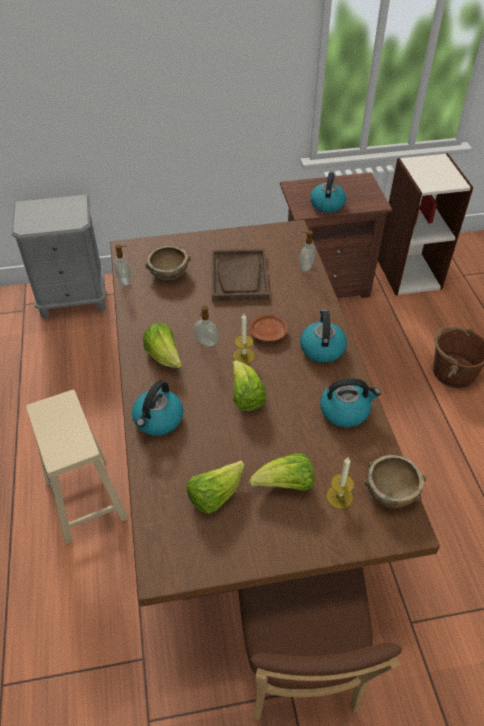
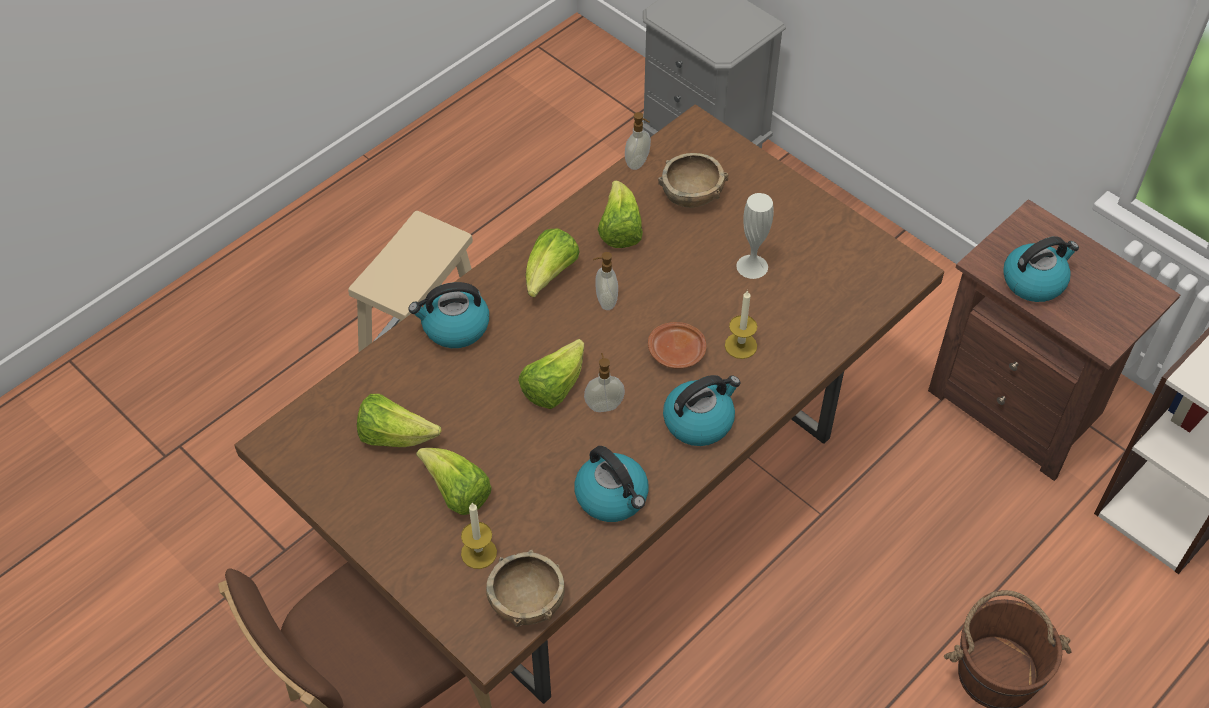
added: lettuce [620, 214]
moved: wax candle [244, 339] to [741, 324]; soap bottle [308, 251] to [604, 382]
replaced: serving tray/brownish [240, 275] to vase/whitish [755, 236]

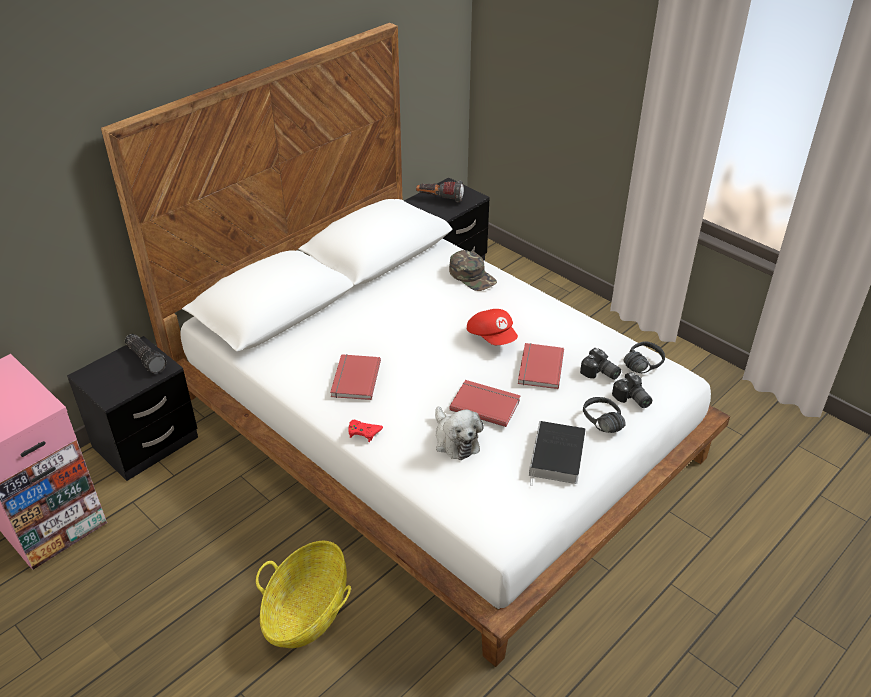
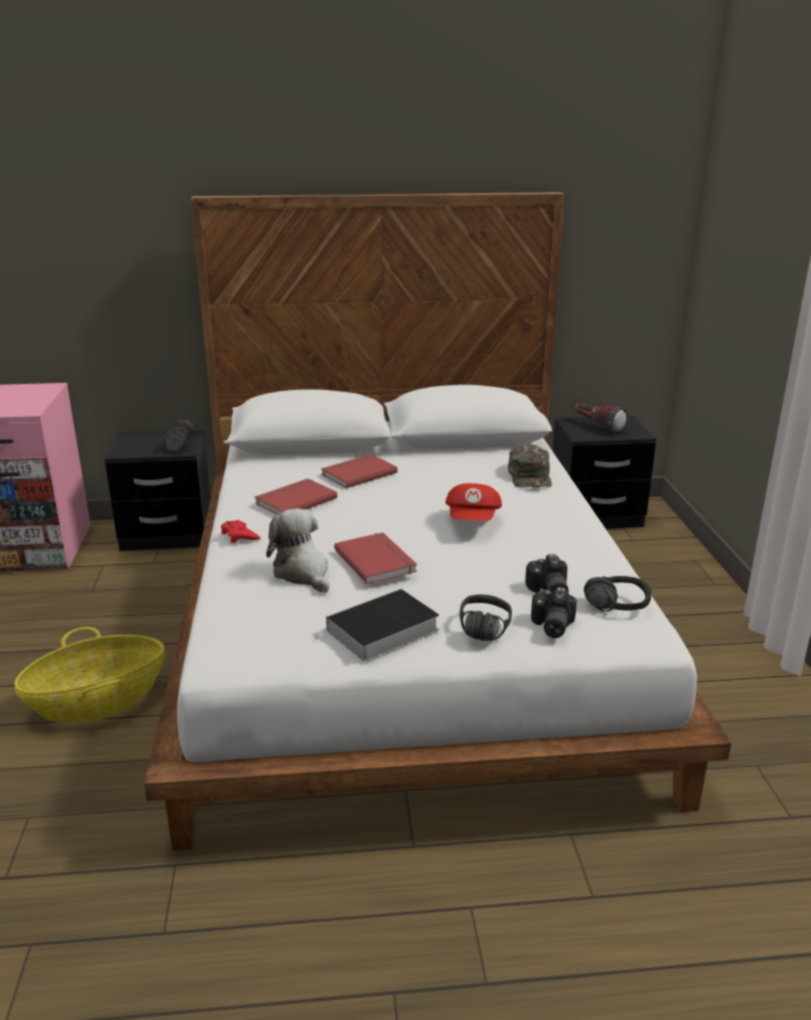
moved: bound book/reddish [541, 366] to [359, 471]
turned: cuddly toy [459, 433] = [297, 550] 135 degrees clockwise

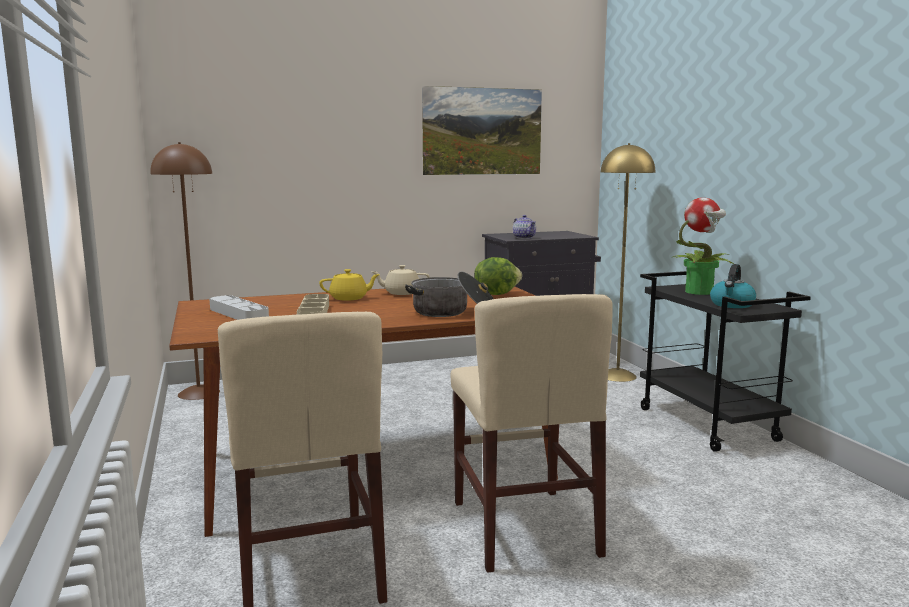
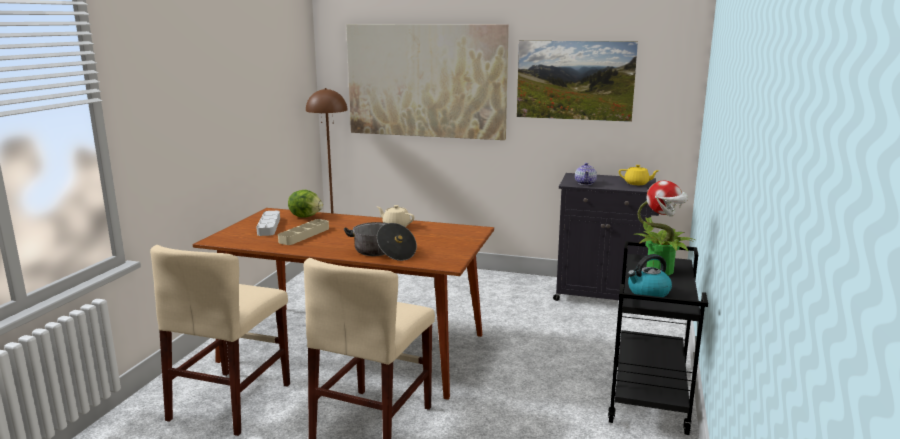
removed: standing lamp/yellowish [628, 262]
added: wall picture [427, 82]
moved: teapot/yellowish [349, 285] to [639, 175]; lettuce [498, 276] to [305, 204]

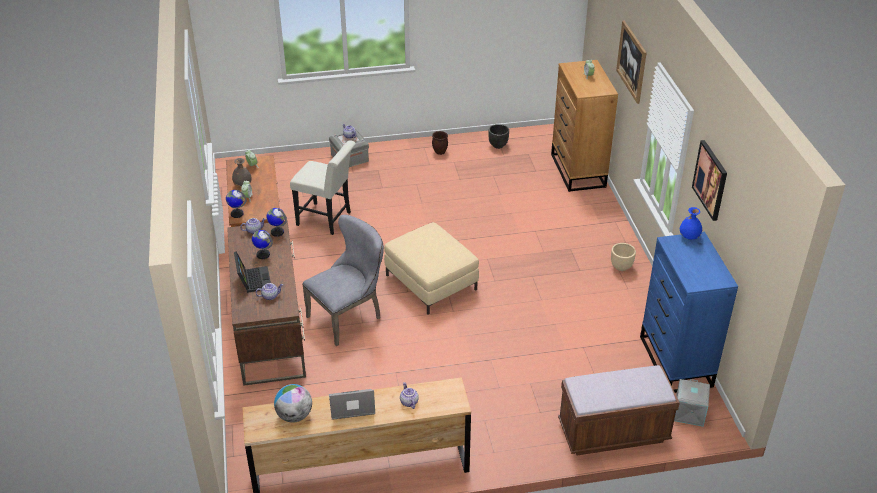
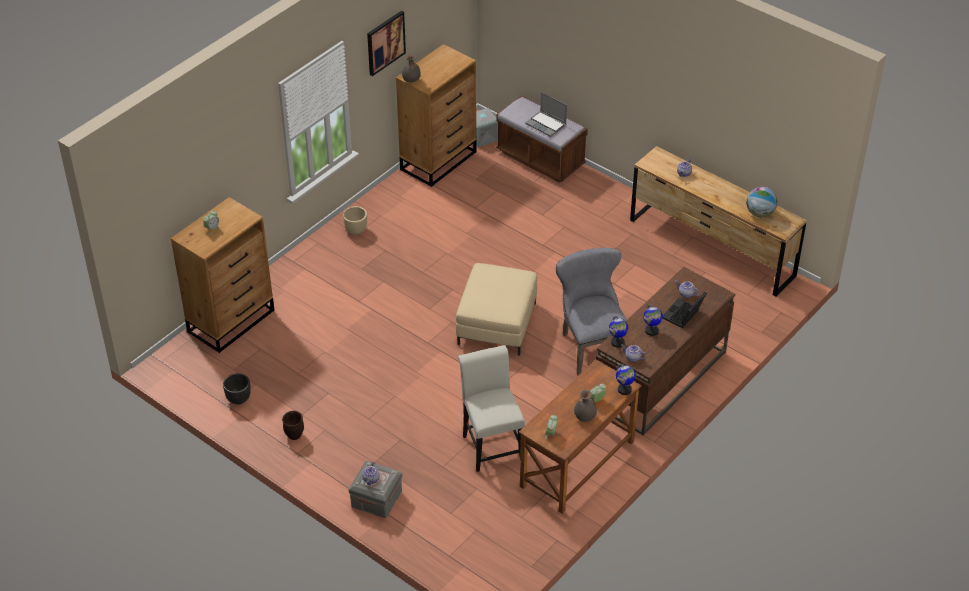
removed: wall picture [631, 62]
moved: notebook computer [352, 404] to [546, 114]
recoloured: chest of drawers/bluish [689, 312] to chest of drawers/brownish [436, 115]; vase/bluish [691, 223] to vase/greyish [411, 68]
turned: chair/greyish [343, 280] = [591, 312] 60 degrees clockwise

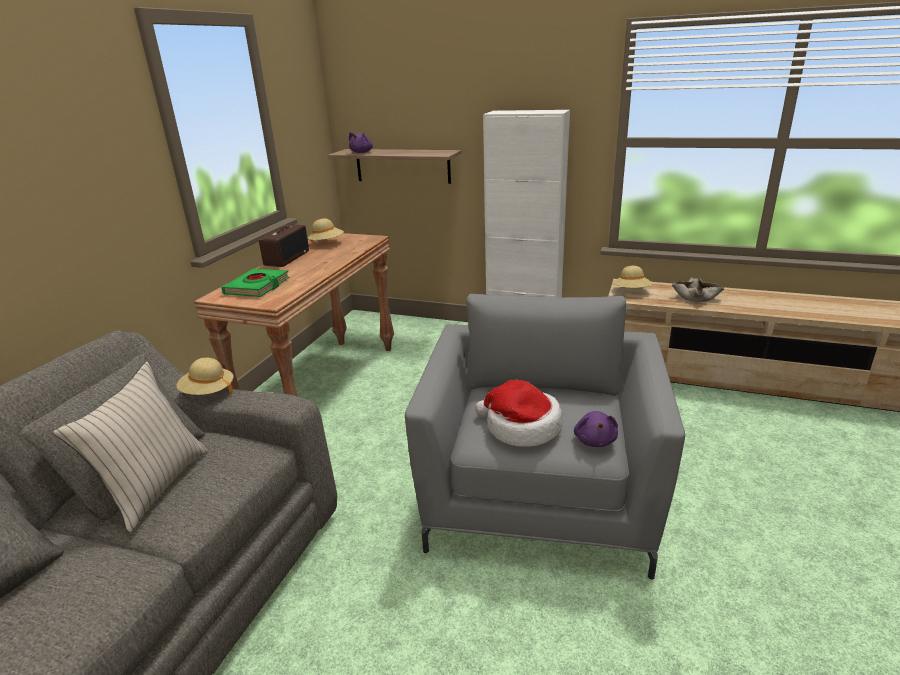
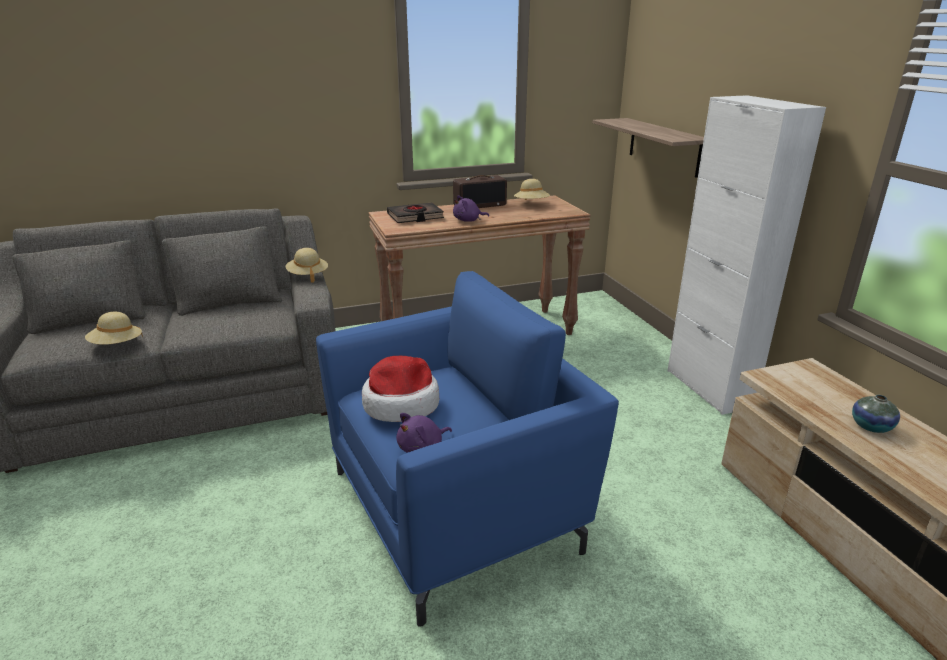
removed: throw pillow/sand-coloured [130, 447]
moved: cuddly toy/purple [361, 142] to [471, 208]; hat/sand-coloured [632, 277] to [114, 328]
replaced: bowl/sand-coloured [698, 290] to vase [876, 414]
recoloured: bound book/greenish [255, 282] to bound book/black [415, 212]; easy chair/greyish [545, 437] to easy chair/bluish [467, 449]

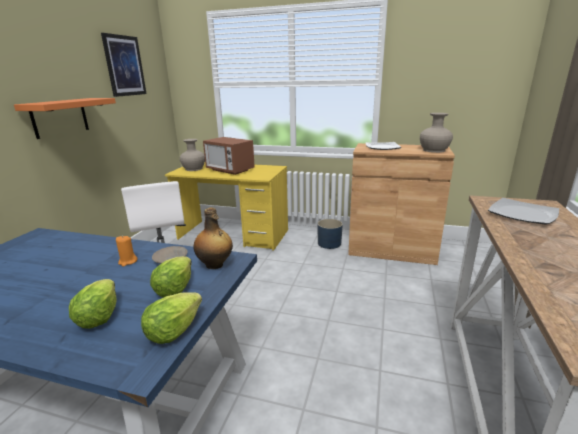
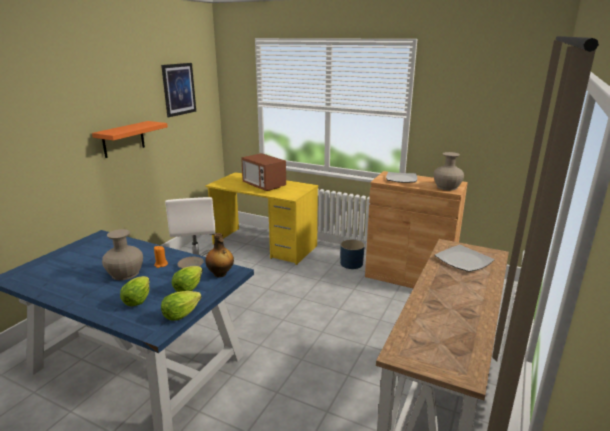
moved: vase/sand-coloured [192, 155] to [122, 254]

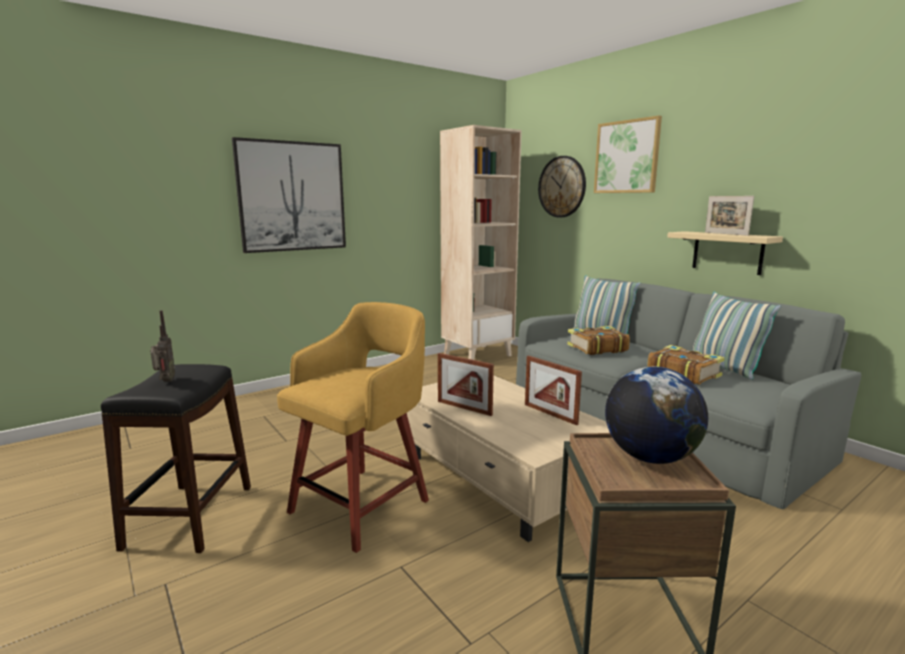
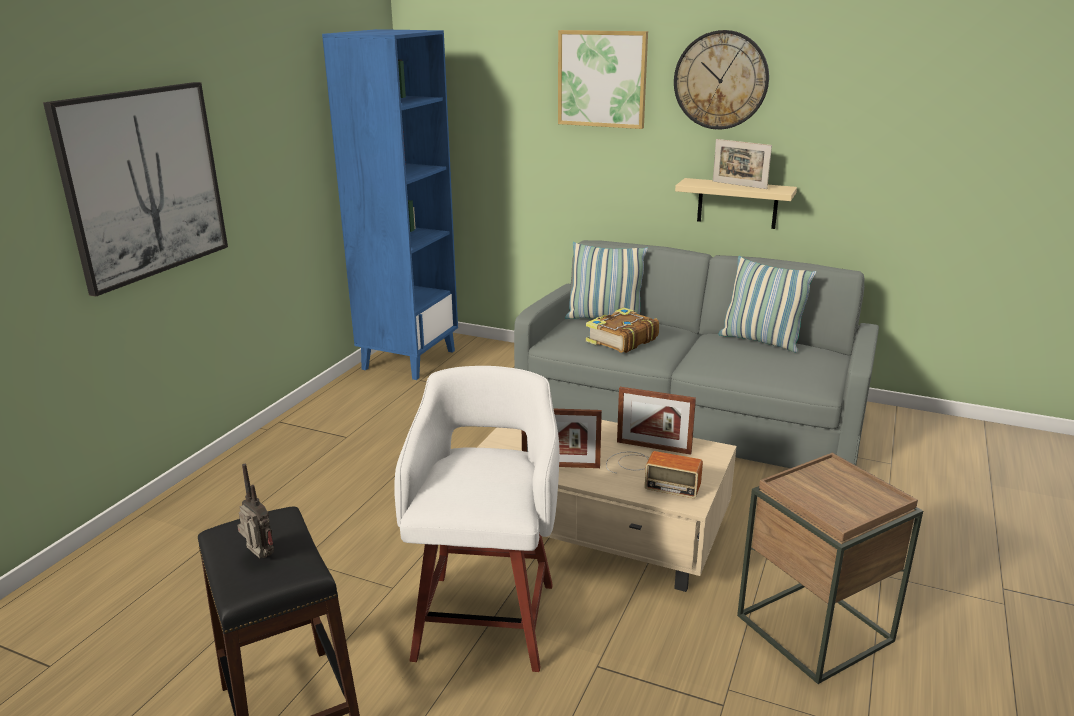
removed: desk globe [656, 415]; bound book [686, 365]
added: radio set [654, 474]
moved: hanging clock [562, 187] to [721, 79]
recoloured: sitting stool/yellowish [353, 427] to sitting stool/whitish [476, 519]; shelving unit/sand-coloured [481, 242] to shelving unit/bluish [390, 204]

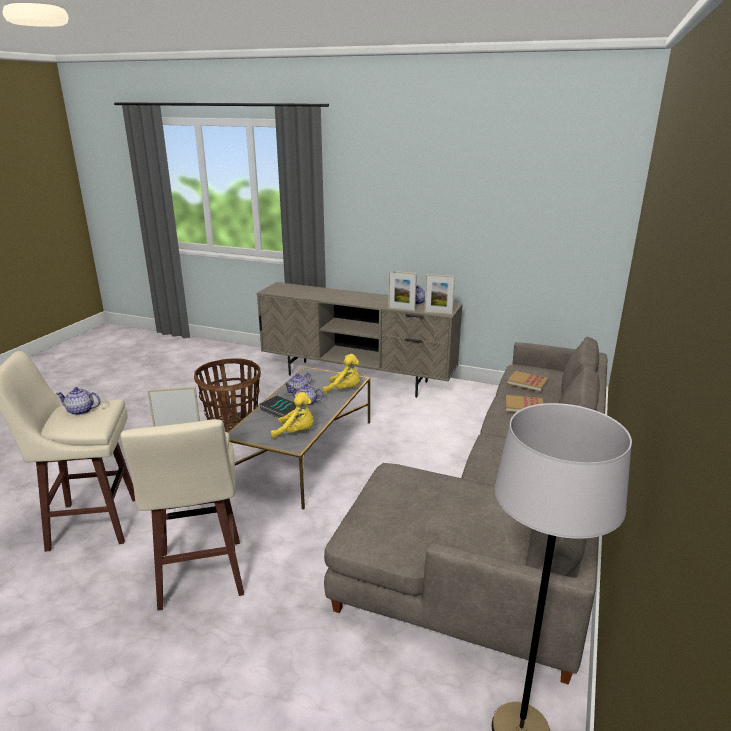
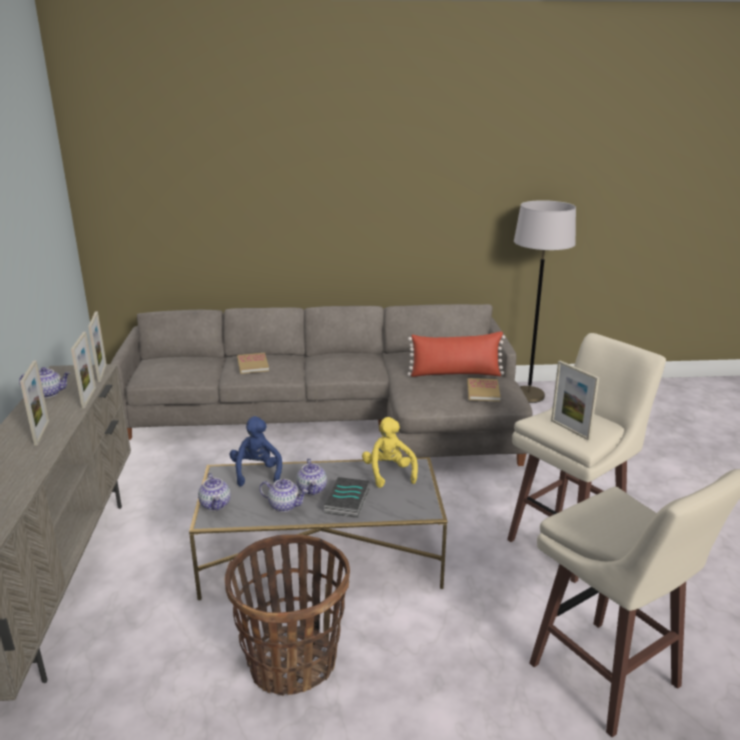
added: picture frame [34, 403]; throw pillow/reddish [456, 354]
moved: teapot [78, 401] to [214, 492]; bound book [527, 381] to [484, 389]
recoloured: cuddly toy/yellowish [341, 374] to cuddly toy/bluish [256, 451]

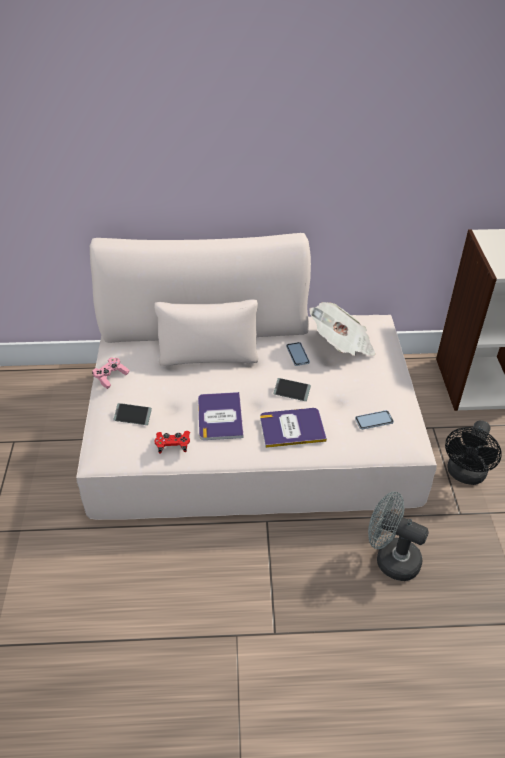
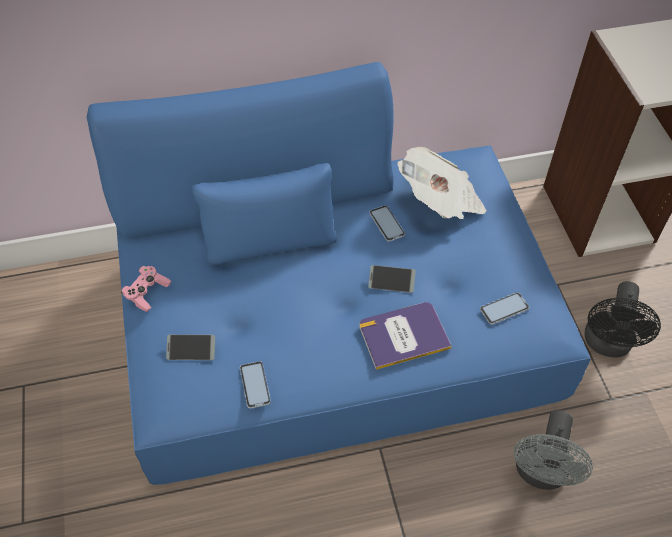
removed: bound book [221, 416]
replaced: joypad/reddish [172, 442] to phone [255, 385]
recoloured: settee/sand-coloured [256, 376] to settee/bluish [339, 273]
turned: electric fan/greyish [398, 536] = [553, 450] 90 degrees counterclockwise

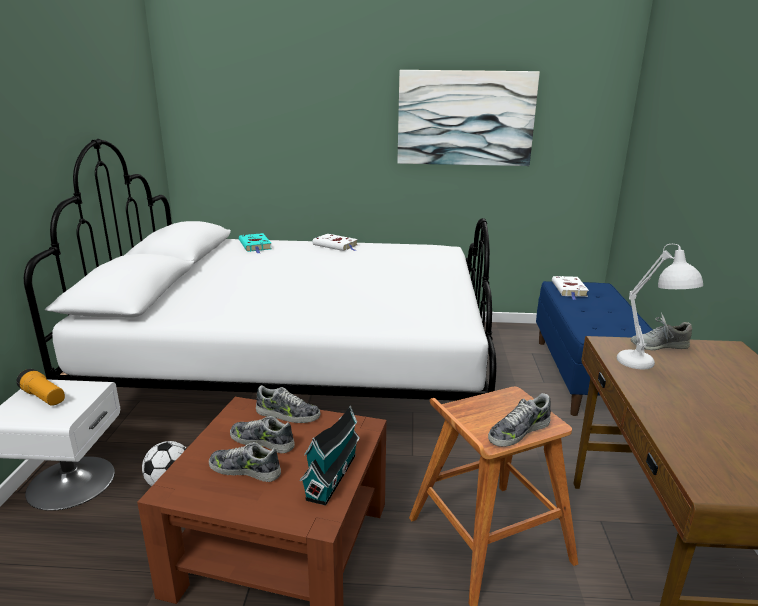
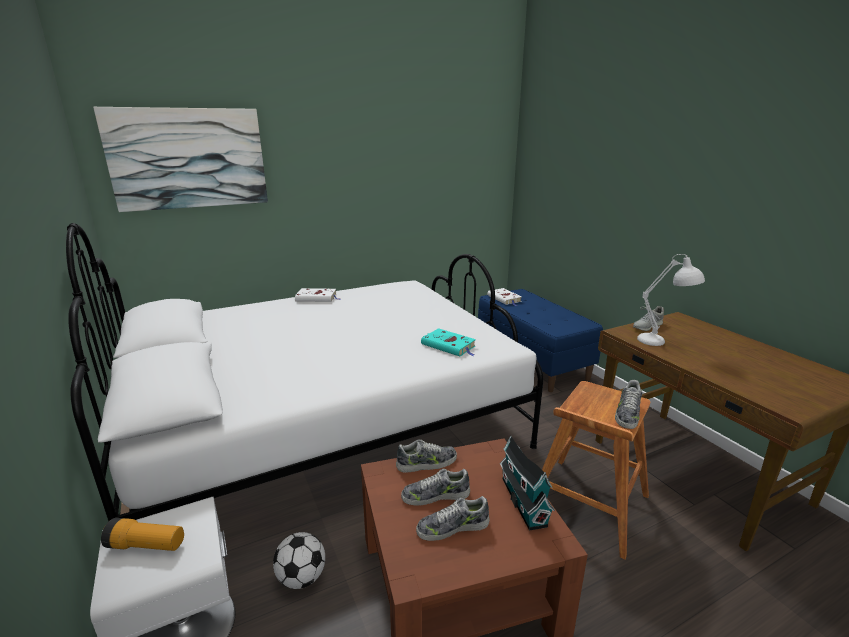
moved: bound book/turquoise [255, 243] to [448, 342]; wall picture [468, 118] to [180, 159]

